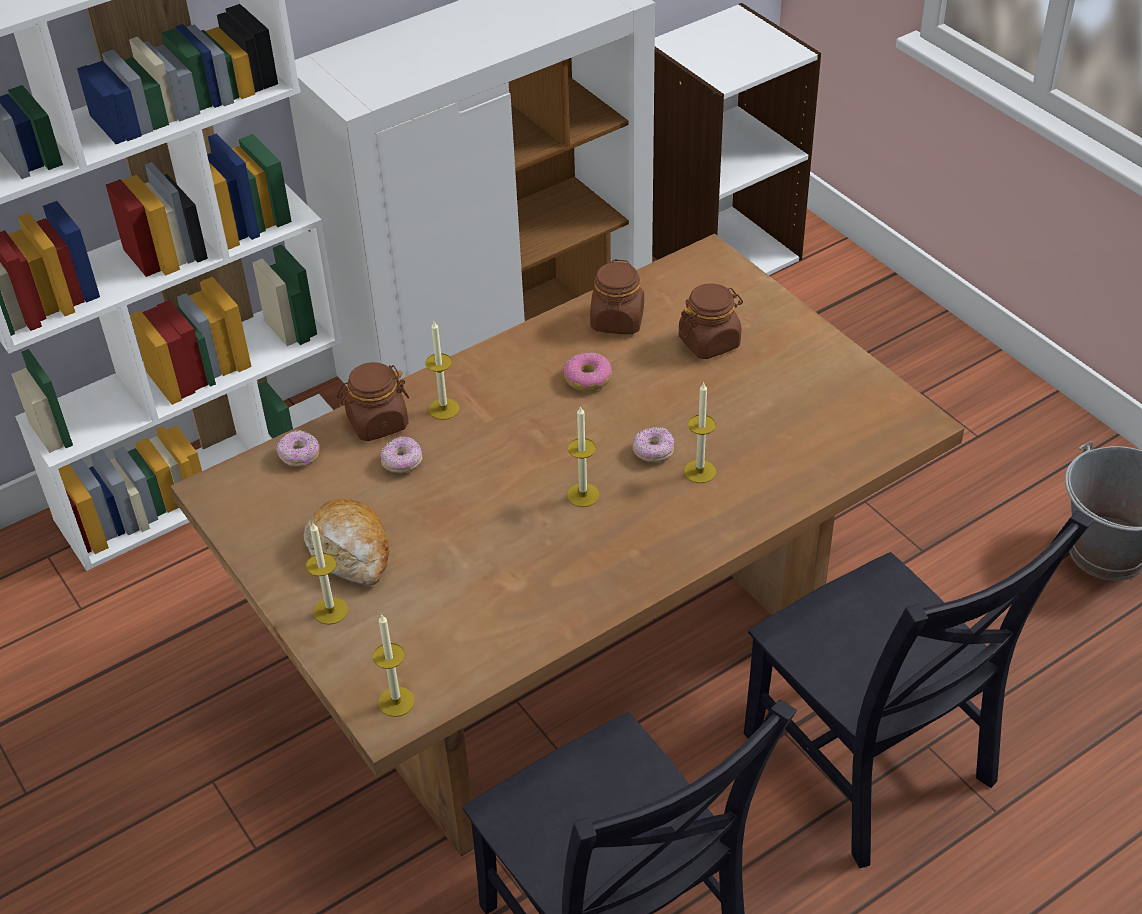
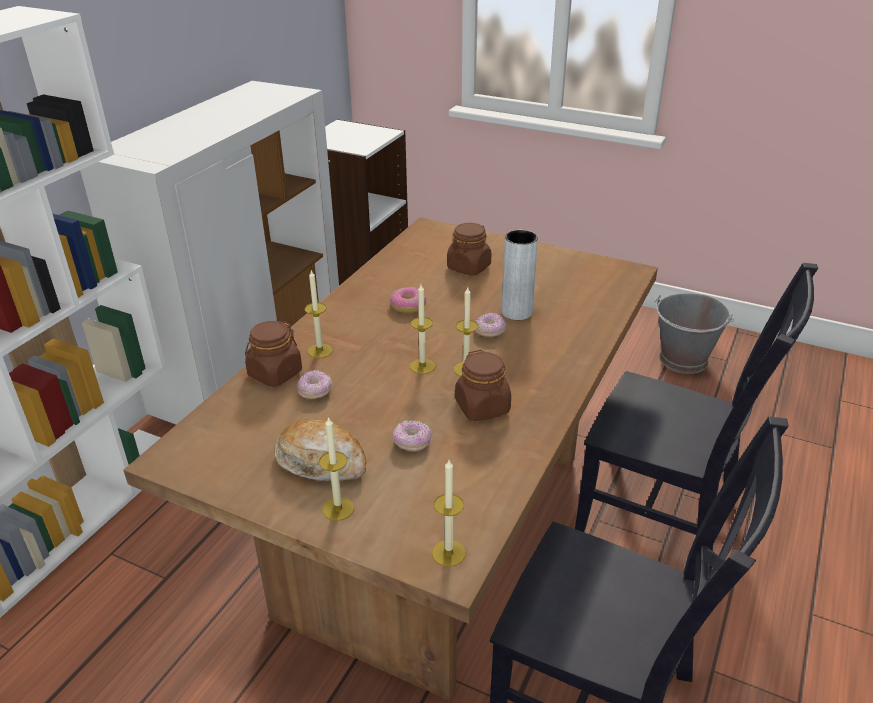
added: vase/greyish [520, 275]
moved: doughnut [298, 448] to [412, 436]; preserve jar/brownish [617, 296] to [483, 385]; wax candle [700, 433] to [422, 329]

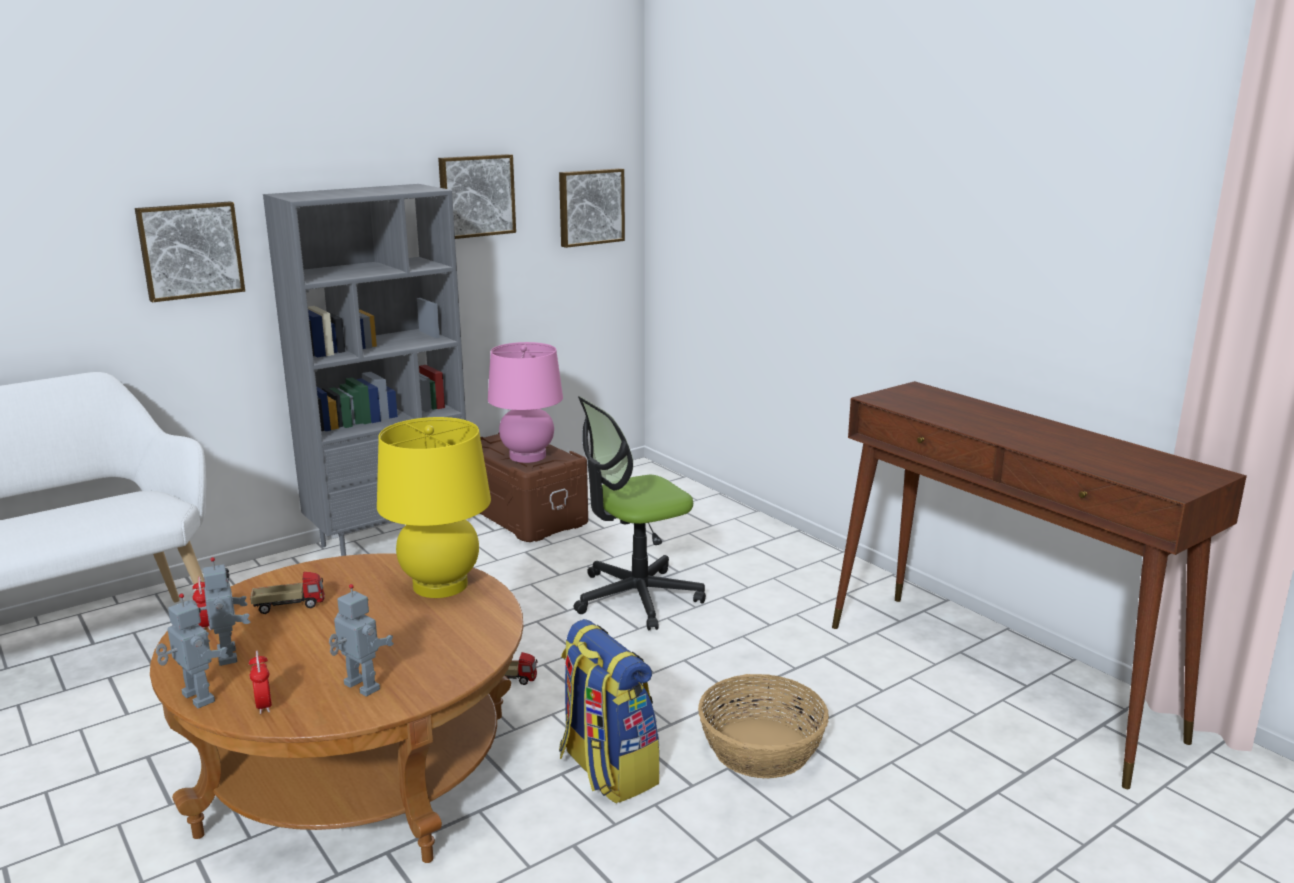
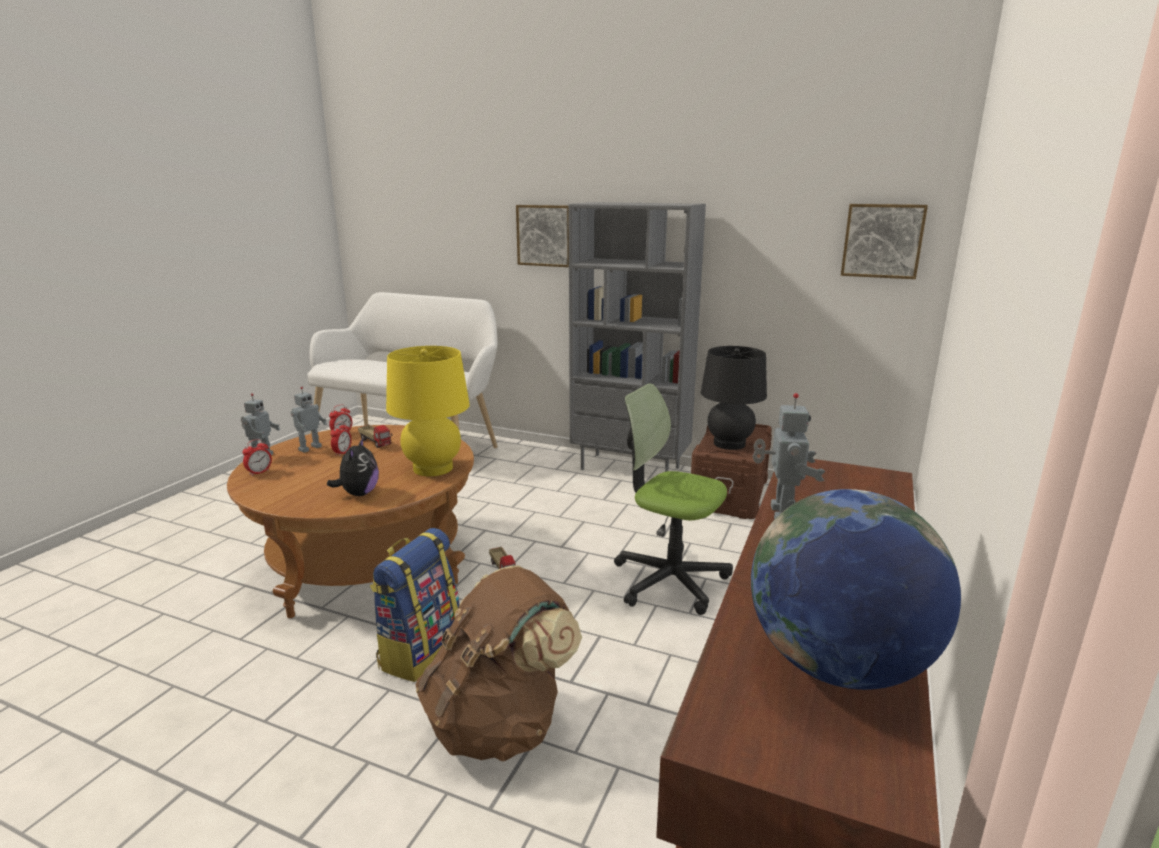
removed: wall picture [477, 196]
added: cuddly toy [353, 467]; alarm clock [341, 438]; desk globe [856, 589]
moved: robot figure [361, 640] to [789, 456]
replaced: household basket [763, 726] to rucksack/brownish [499, 663]
recoloured: table lamp/pinkish [525, 402] to table lamp/black [734, 398]

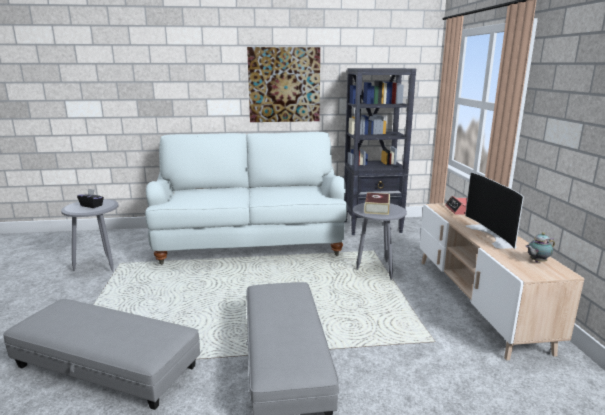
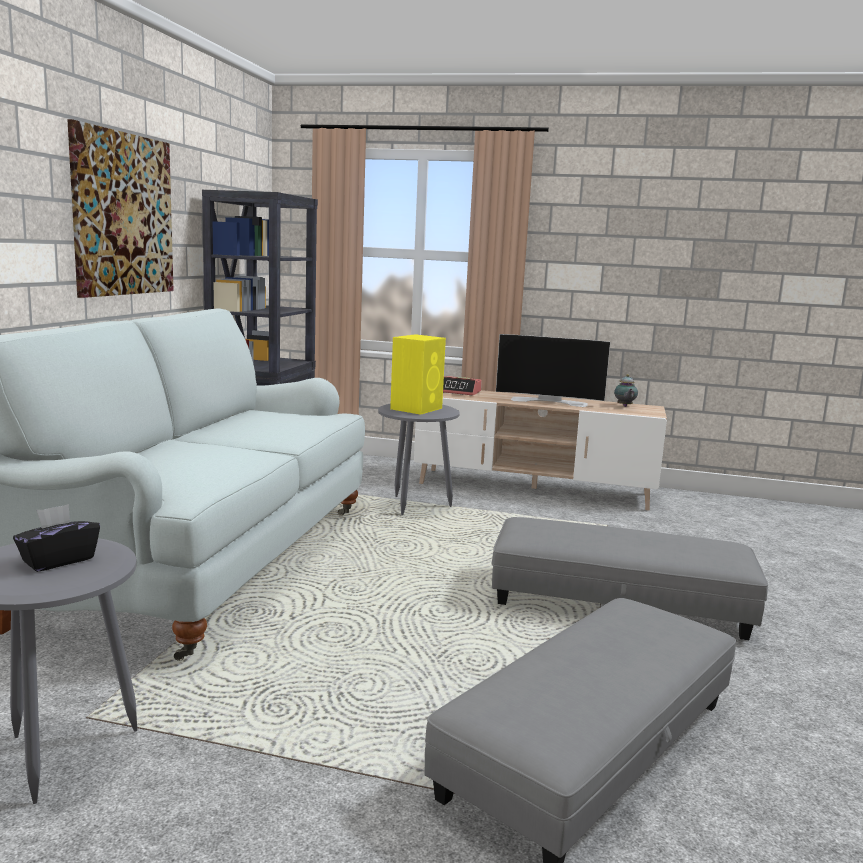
replaced: bound book [377, 204] to loudspeaker/yellowish [418, 374]

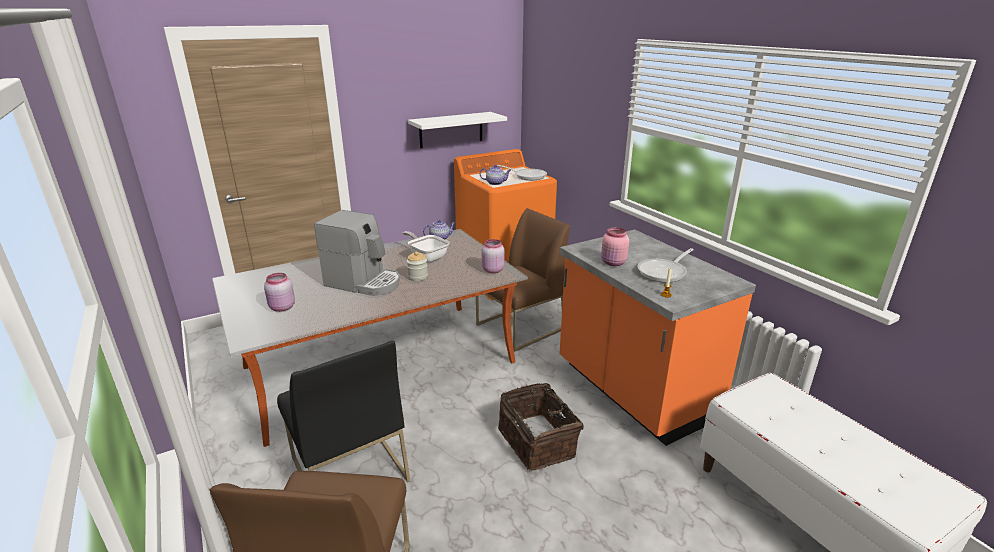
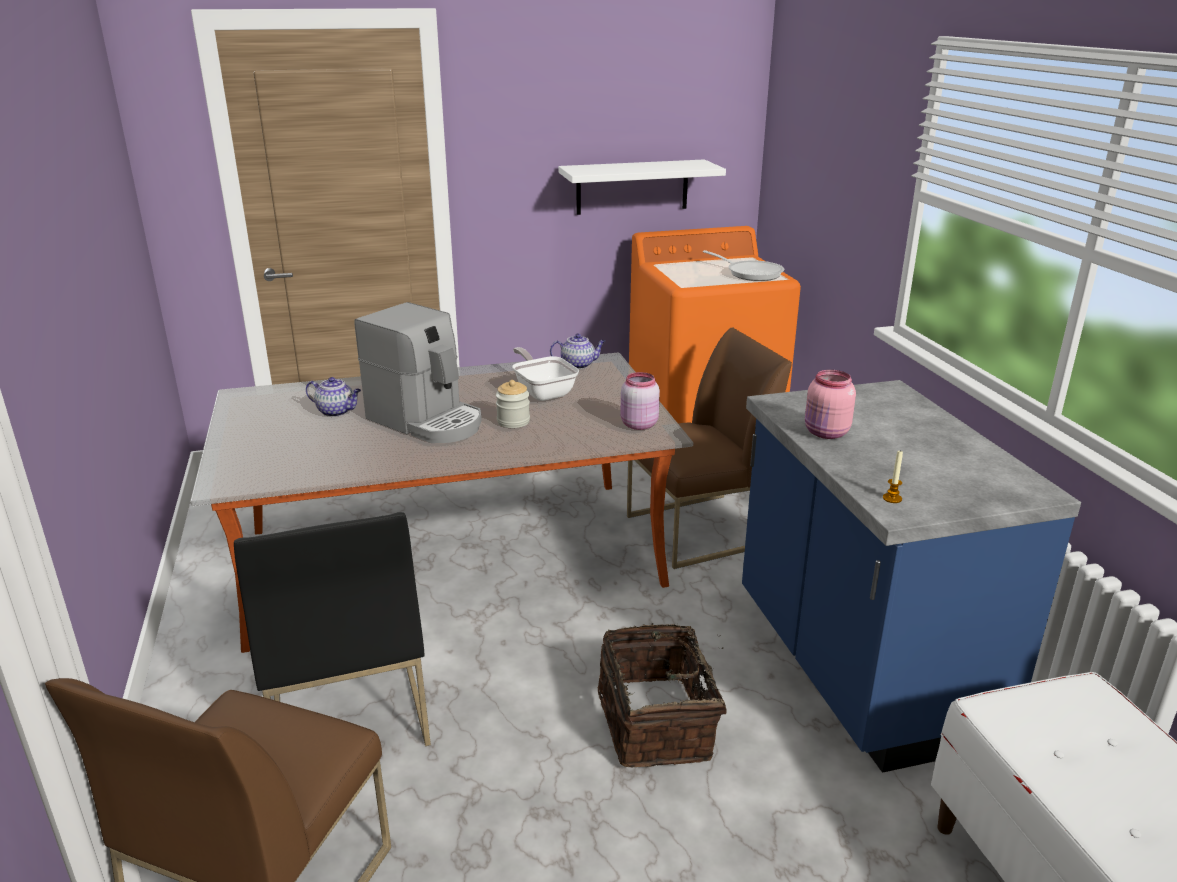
removed: preserve jar/pinkish [279, 292]; skillet [665, 265]
moved: teapot [495, 175] to [333, 397]
recoloured: kitchen counter/orangey [658, 337] to kitchen counter/bluish [911, 576]

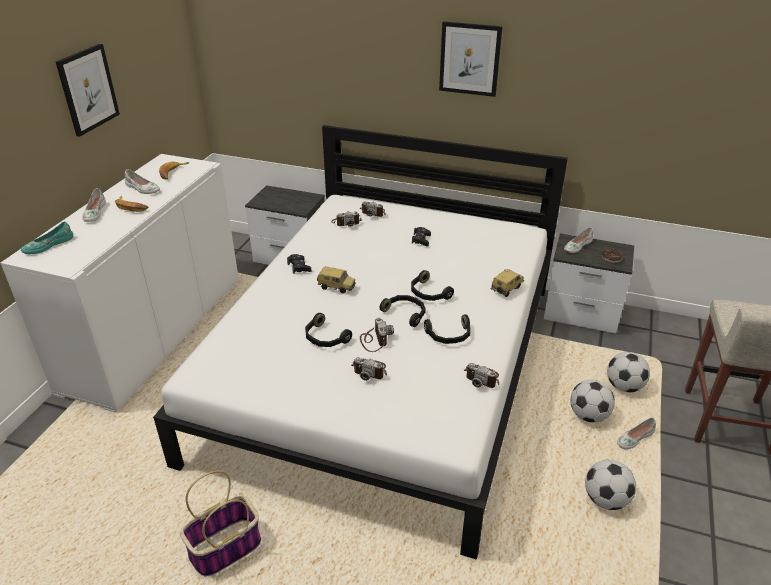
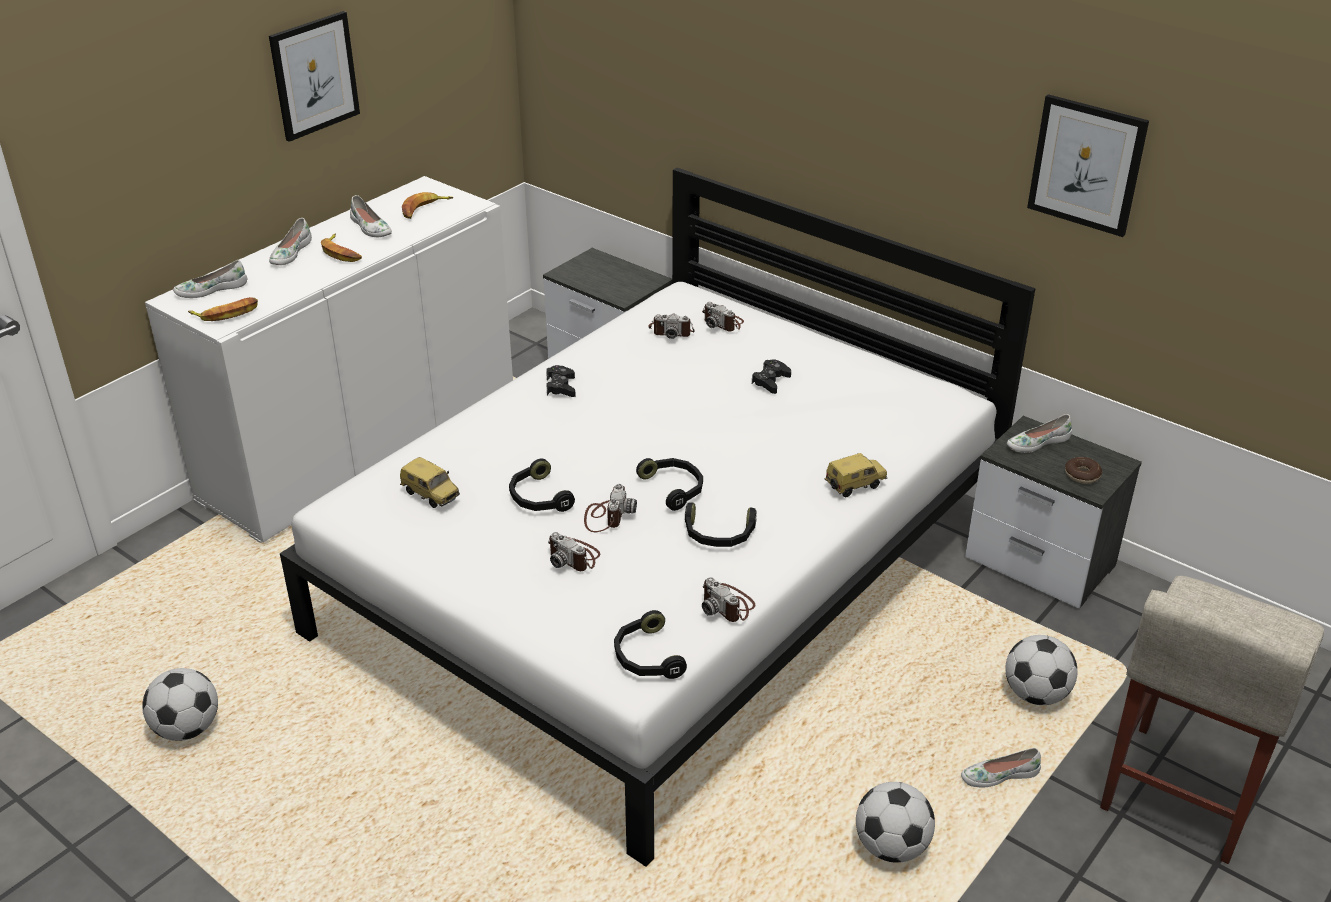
removed: household basket [220, 523]
added: banana [223, 309]
moved: toy car [336, 280] to [430, 482]; pair of headphones/black [432, 285] to [650, 644]; wall picture [471, 59] to [1088, 165]; football ball [592, 401] to [180, 704]
recoloured: item of footwear/turquoise [47, 238] to item of footwear/whitish [210, 279]

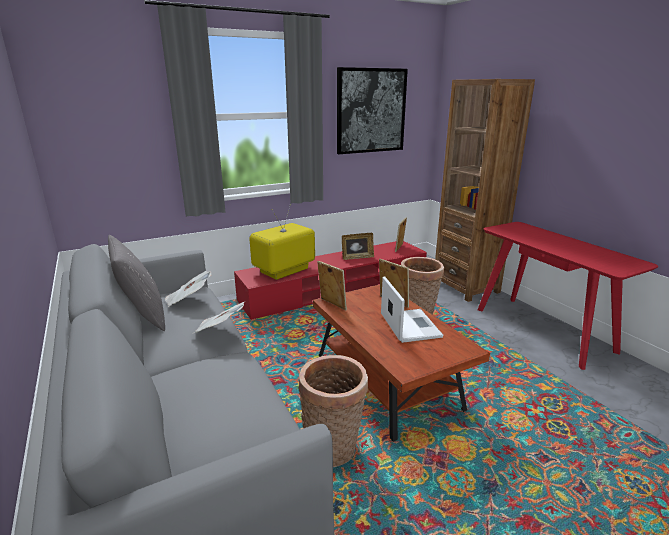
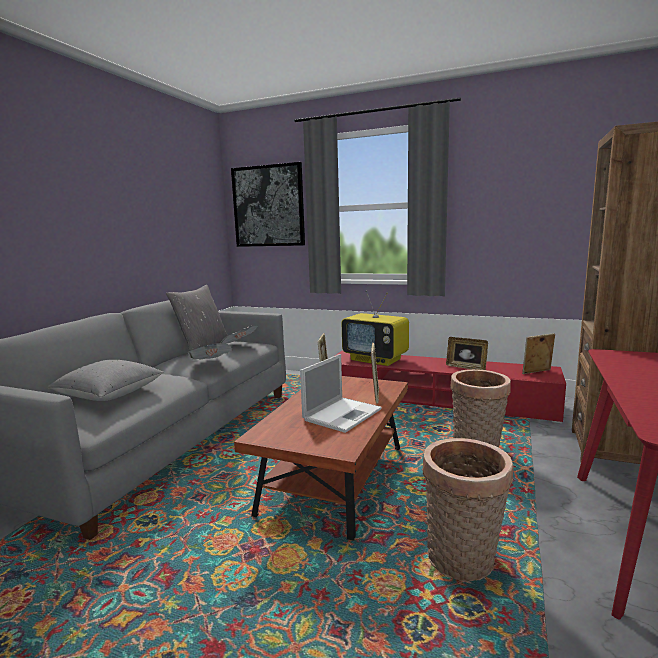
added: throw pillow/greyish [106, 380]
moved: household basket [333, 411] to [468, 509]; wall picture [372, 110] to [268, 204]
turned: television [282, 242] = [375, 328] 150 degrees counterclockwise

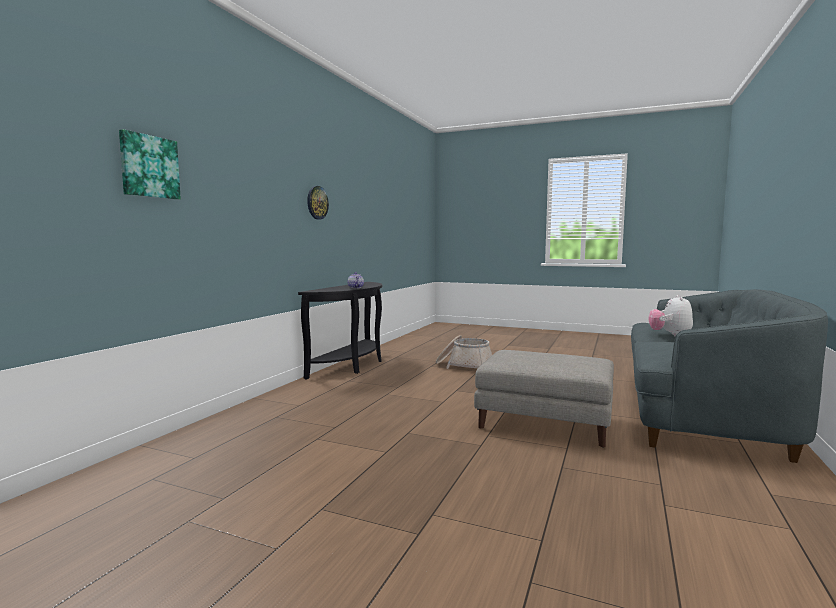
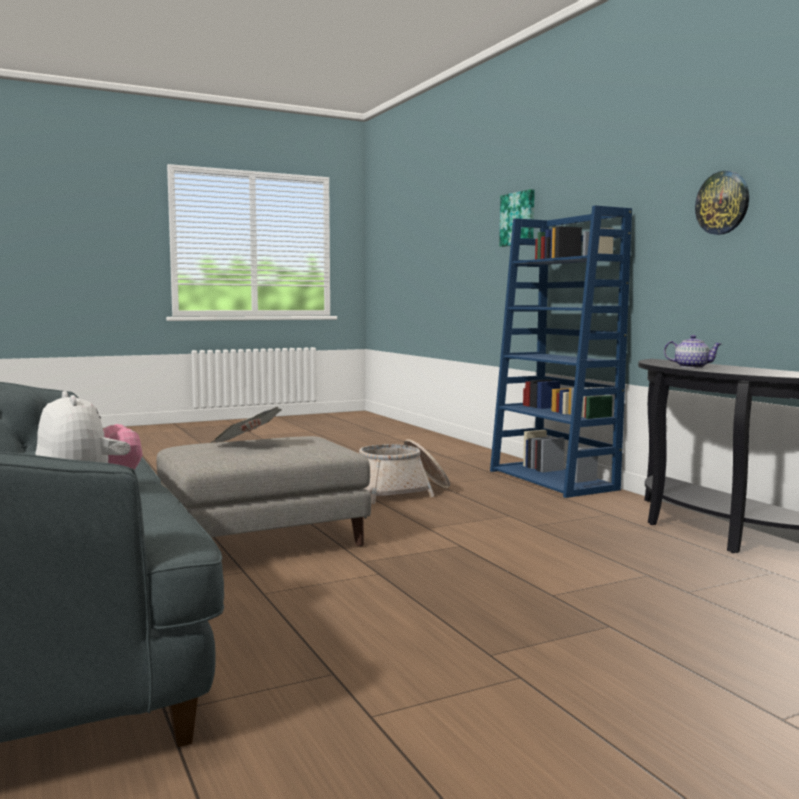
added: daily paper [246, 425]; shelving unit/bluish [561, 351]
moved: household basket [464, 352] to [404, 471]

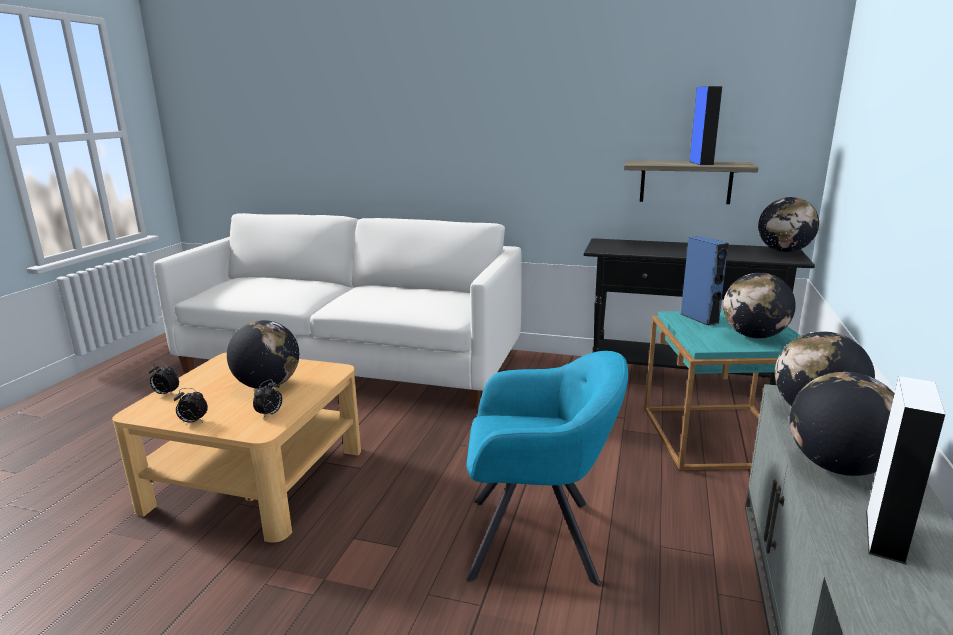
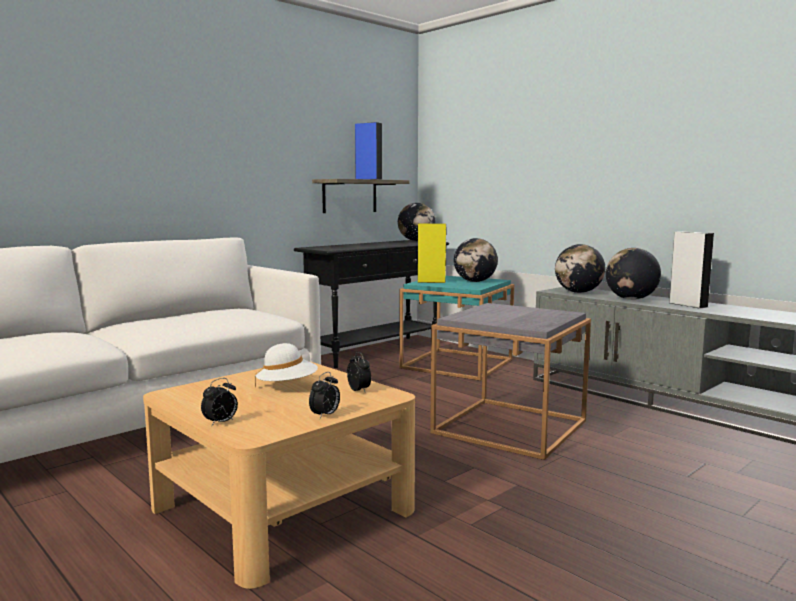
replaced: desk globe [263, 354] to hat/whitish [286, 365]; easy chair/turquoise [547, 468] to side table/greyish [510, 381]
recoloured: loudspeaker/bluish [705, 281] to loudspeaker/yellowish [432, 253]

